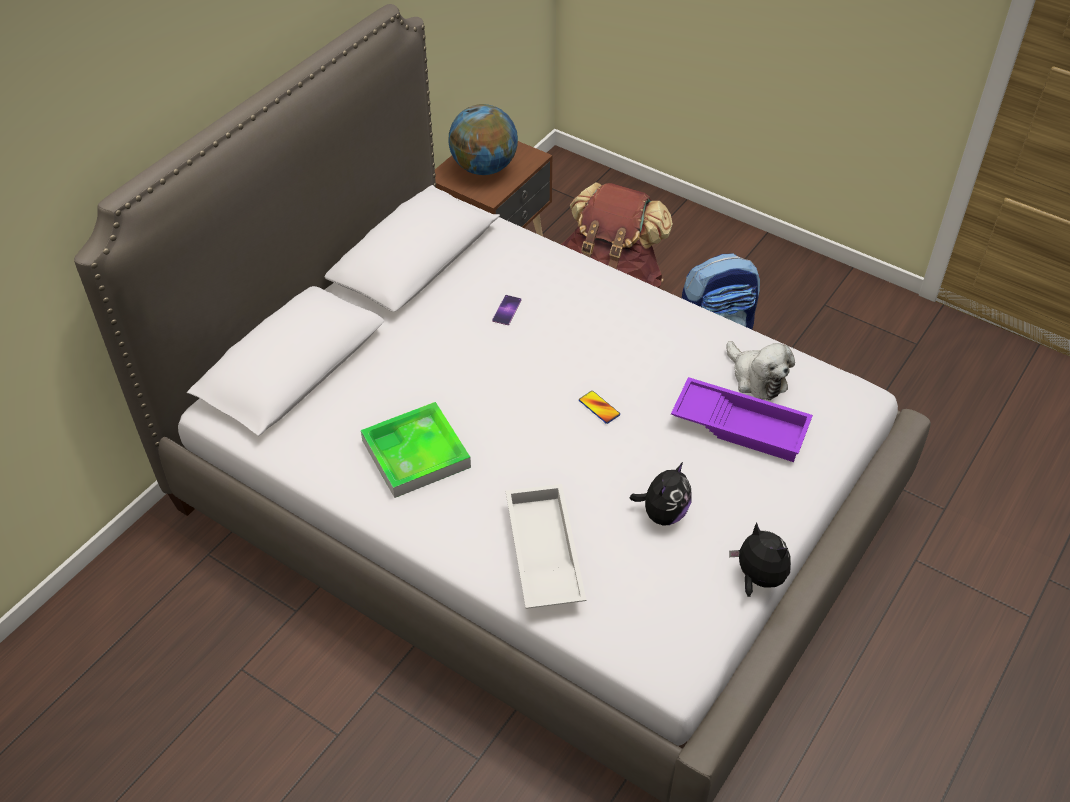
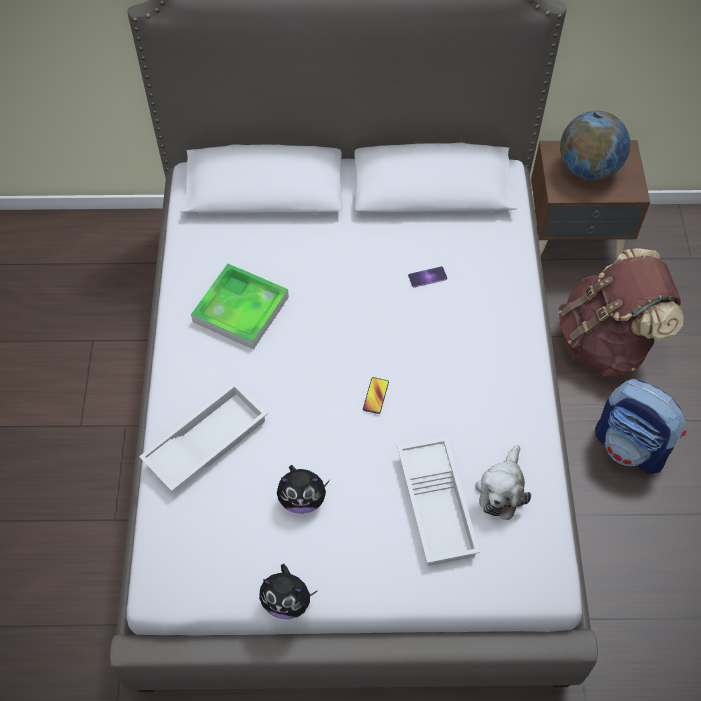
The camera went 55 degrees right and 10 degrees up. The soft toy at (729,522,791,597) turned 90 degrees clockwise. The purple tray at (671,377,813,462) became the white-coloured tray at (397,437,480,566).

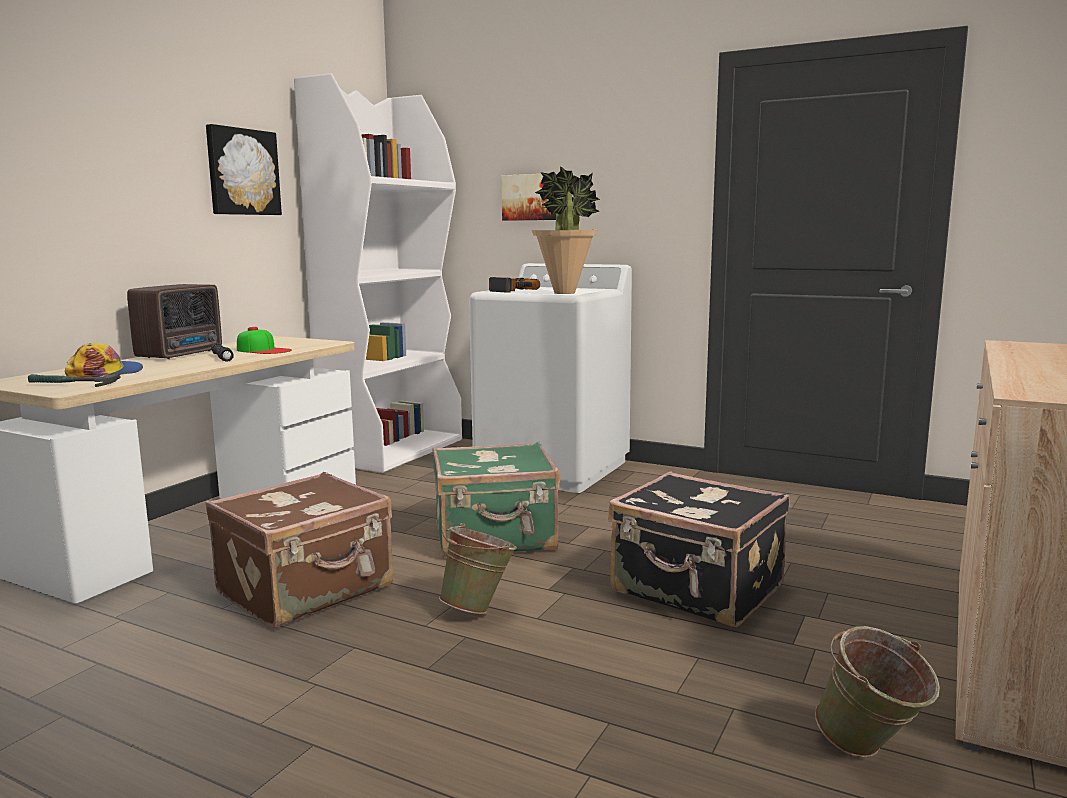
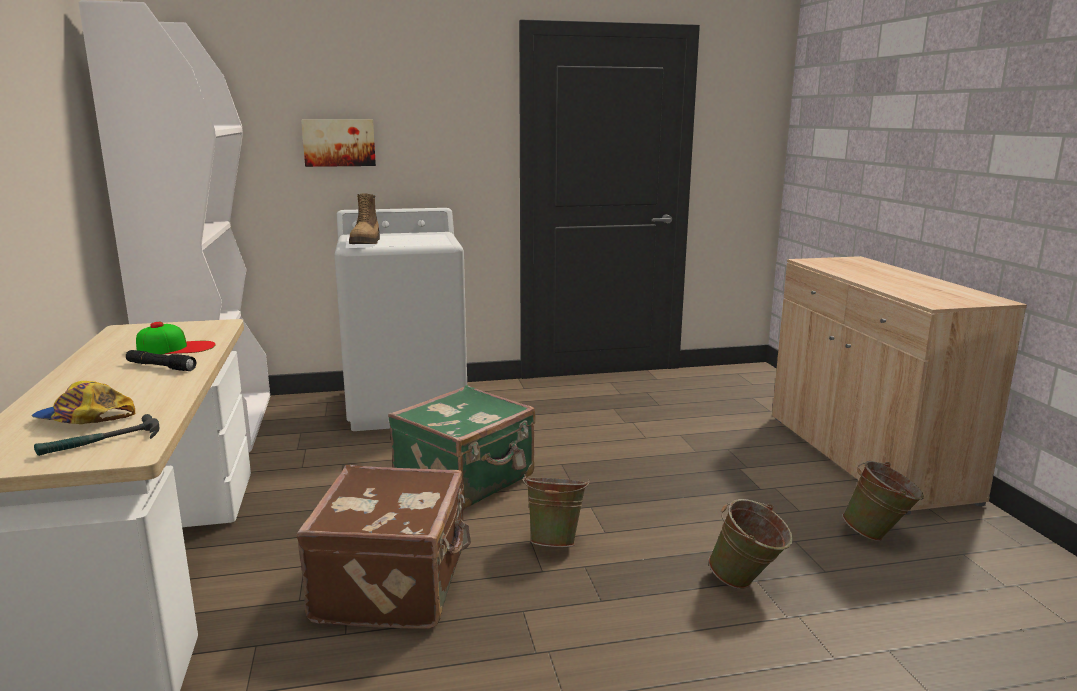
The camera went 40 degrees left and 5 degrees up. The baseball cap at (65,343,143,377) turned 90 degrees counterclockwise. The power drill at (489,277,540,292) was replaced by the tall boot at (349,193,380,244). The greenish water bucket at (708,499,793,589) appeared. The radio receiver at (127,284,222,359) disappeared. The wall art at (206,124,282,215) disappeared. The houseplant at (532,166,600,294) disappeared. The black suitcase at (608,472,790,627) disappeared.

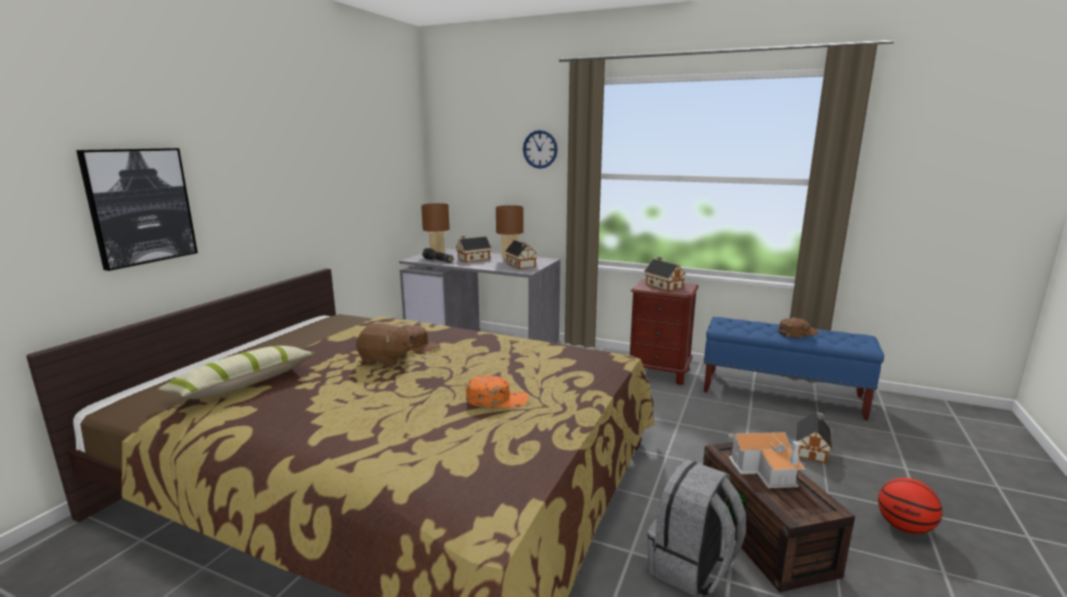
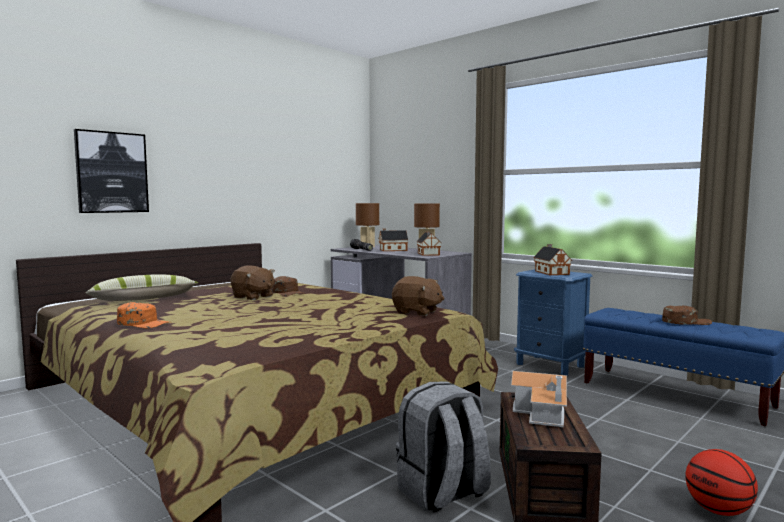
The camera went 20 degrees right and 10 degrees down. The orangey baseball cap moved from (466,375,529,408) to (117,302,169,328). The brown soft toy at (392,276,445,316) appeared. The brown night table at (630,279,699,385) became the blue night table at (514,269,593,376). The hanging clock at (523,130,558,169) disappeared. The miniature house at (797,412,832,464) disappeared.

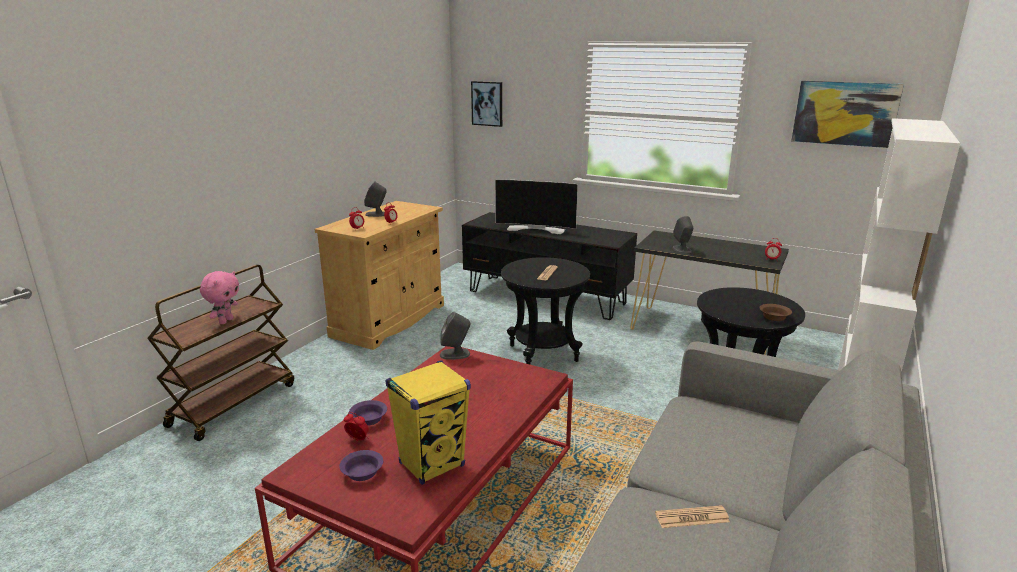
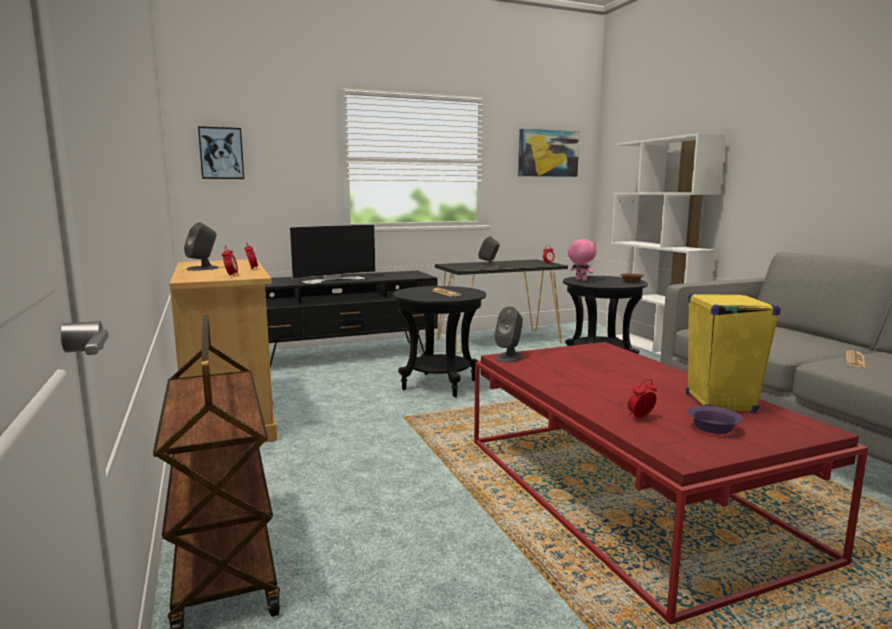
The camera went 50 degrees left and 10 degrees down. The pink soft toy moved from (200,271,239,324) to (568,239,597,281). The purple serving bowl at (349,400,387,426) disappeared.

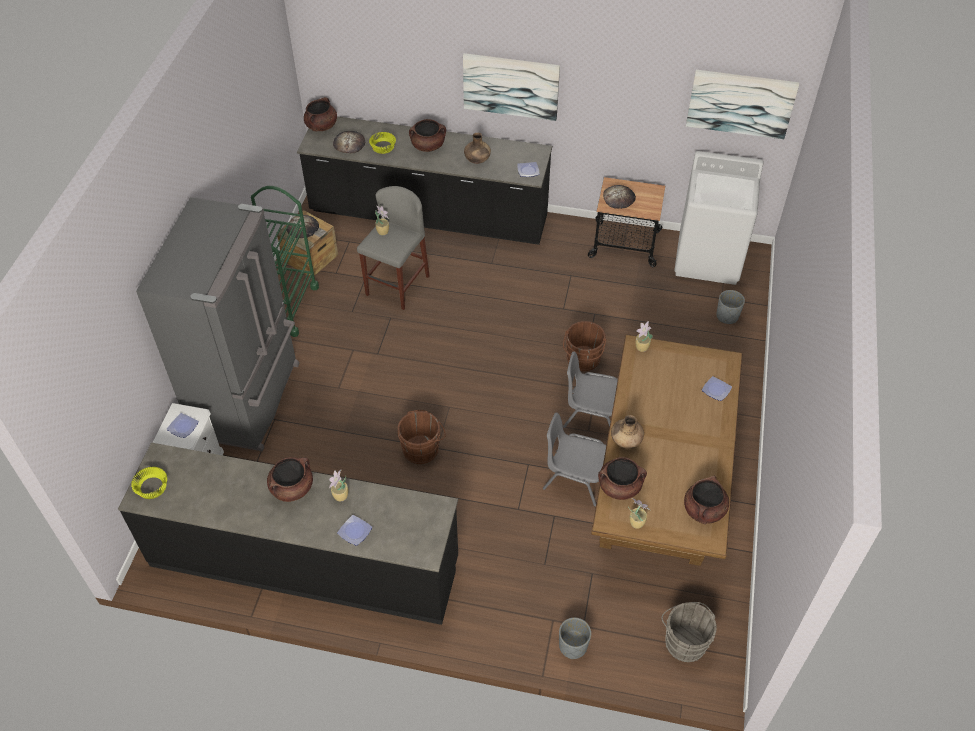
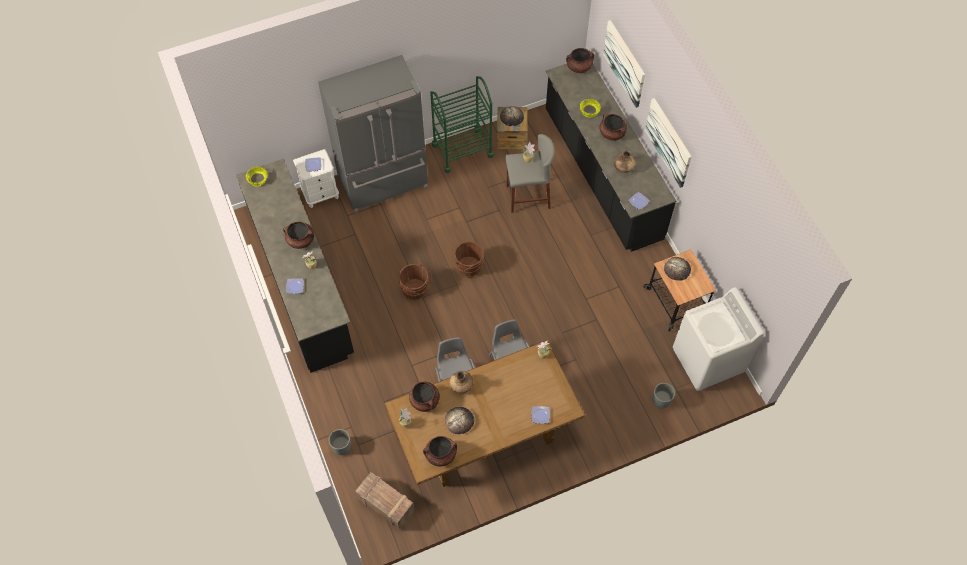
The camera went 55 degrees right and 10 degrees up. The greyish water bucket at (661,602,717,662) was replaced by the crate at (355,472,415,530). The baked bread moved from (333,131,365,153) to (445,407,474,434). The brown water bucket moved from (563,321,606,371) to (451,241,484,277). The wall art moved from (686,70,799,139) to (603,20,645,108).

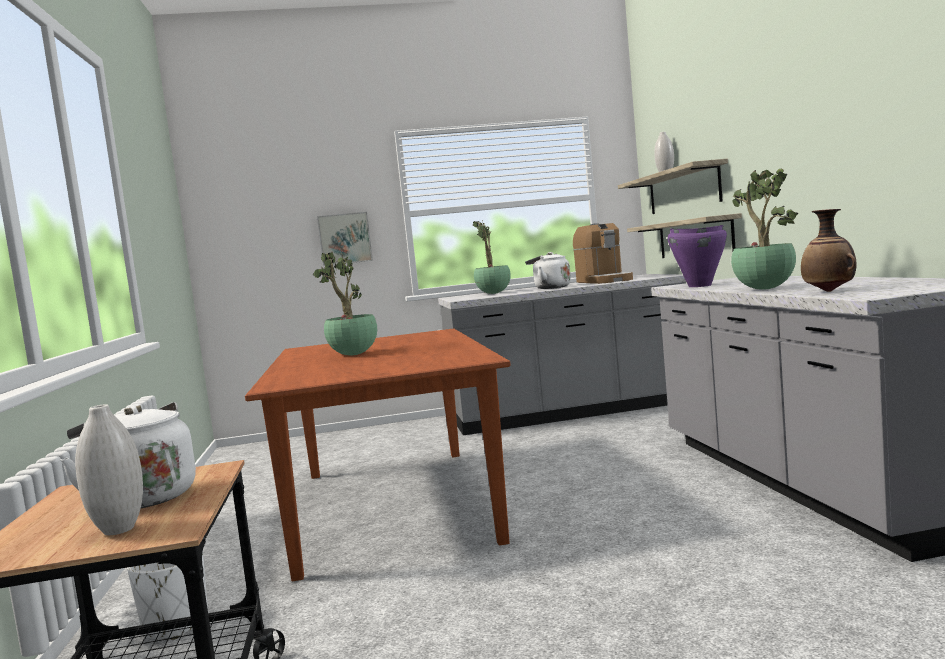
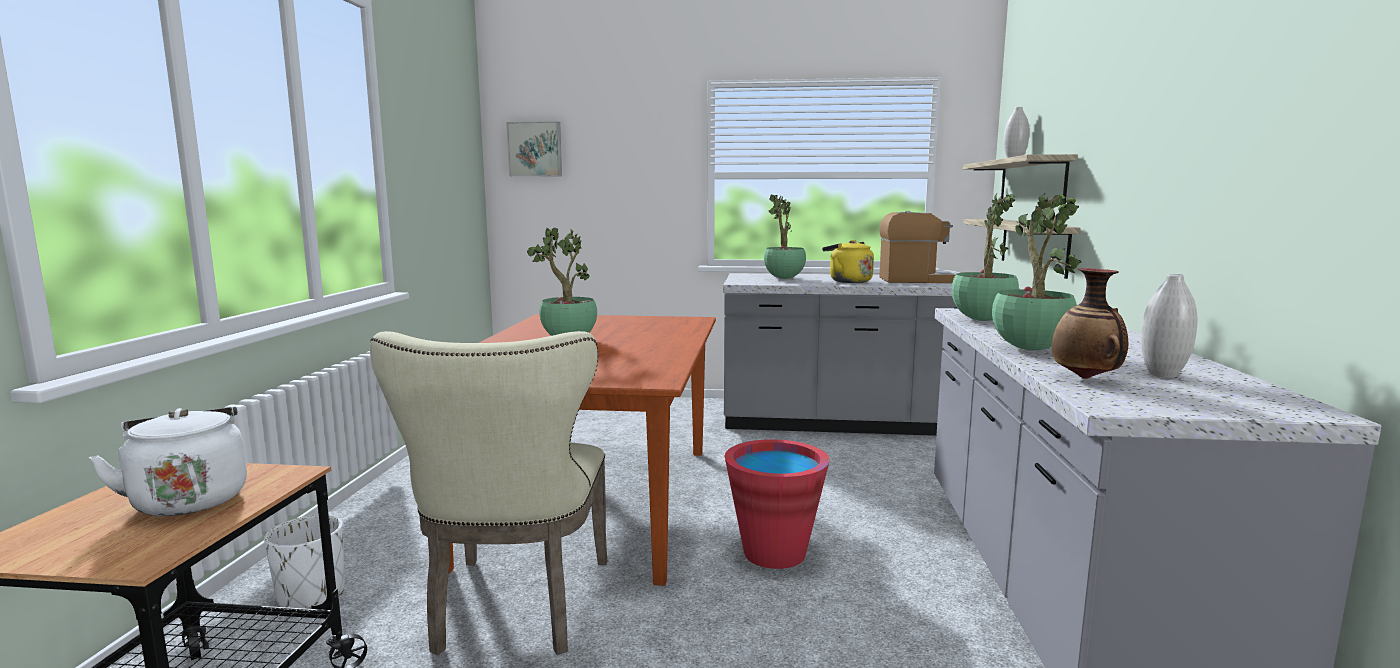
The camera went 15 degrees right and 5 degrees up. The beige plain chair at (370,331,607,655) appeared. The wall art moved from (317,212,373,266) to (506,122,562,176). The red water bucket at (725,439,830,569) appeared. The white-coloured tea kettle at (525,252,571,289) became the yellow tea kettle at (822,240,874,283). The coffee maker at (573,223,633,284) turned 90 degrees counterclockwise. The purple saucepot at (668,225,727,287) was replaced by the houseplant at (951,194,1019,321). The white-coloured vase moved from (75,404,143,535) to (1141,274,1198,378).

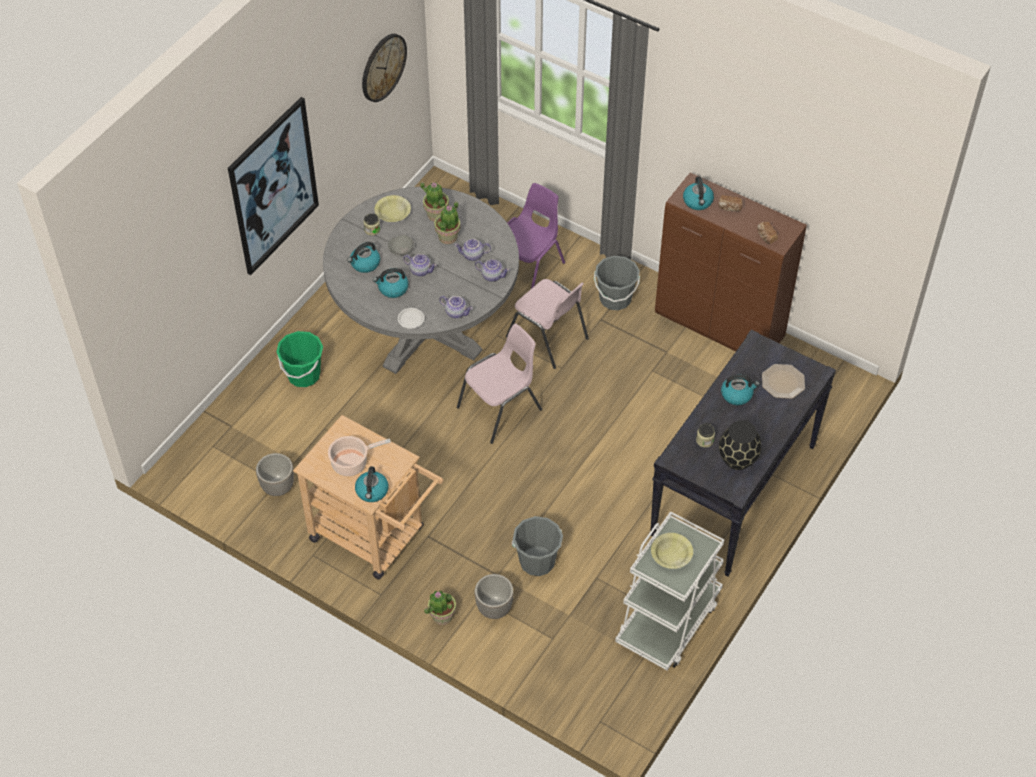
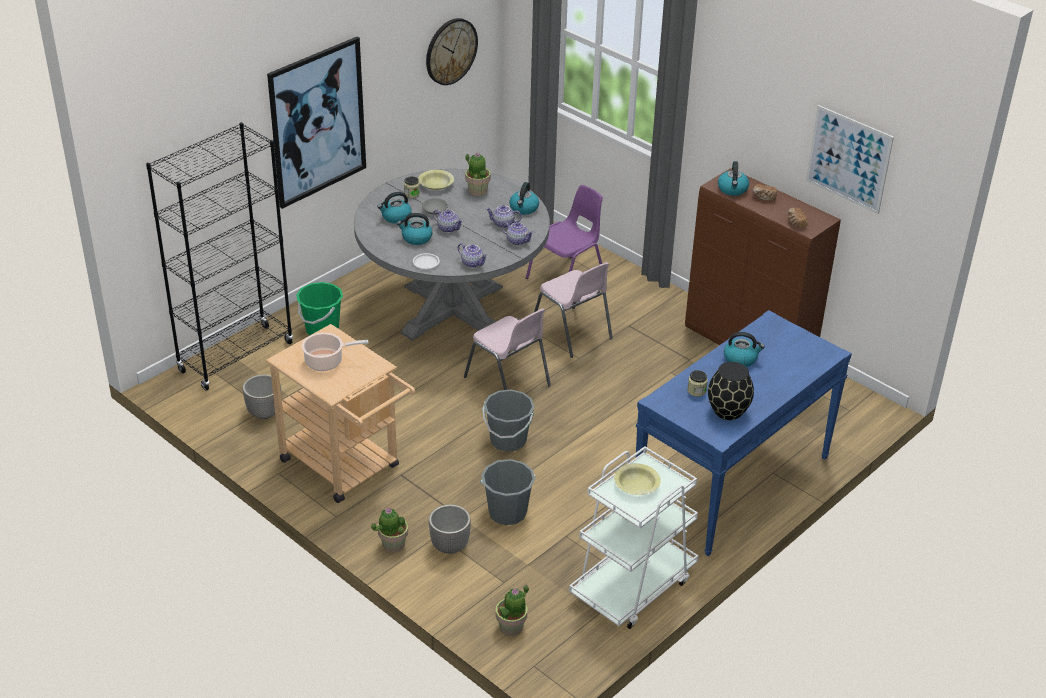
The camera went 10 degrees right and 15 degrees down. The black shelving unit at (146,122,293,391) appeared. The pink plain chair at (457,324,542,444) turned 75 degrees clockwise. The greyish water bucket moved from (594,256,640,310) to (482,390,535,452). The houseplant moved from (434,201,461,244) to (496,585,529,636). The tea kettle moved from (355,467,389,502) to (509,182,539,215). The black narrow table at (650,329,836,576) became the blue narrow table at (636,310,852,556). The wall art at (806,105,894,214) appeared. The plate at (762,364,805,399) disappeared.

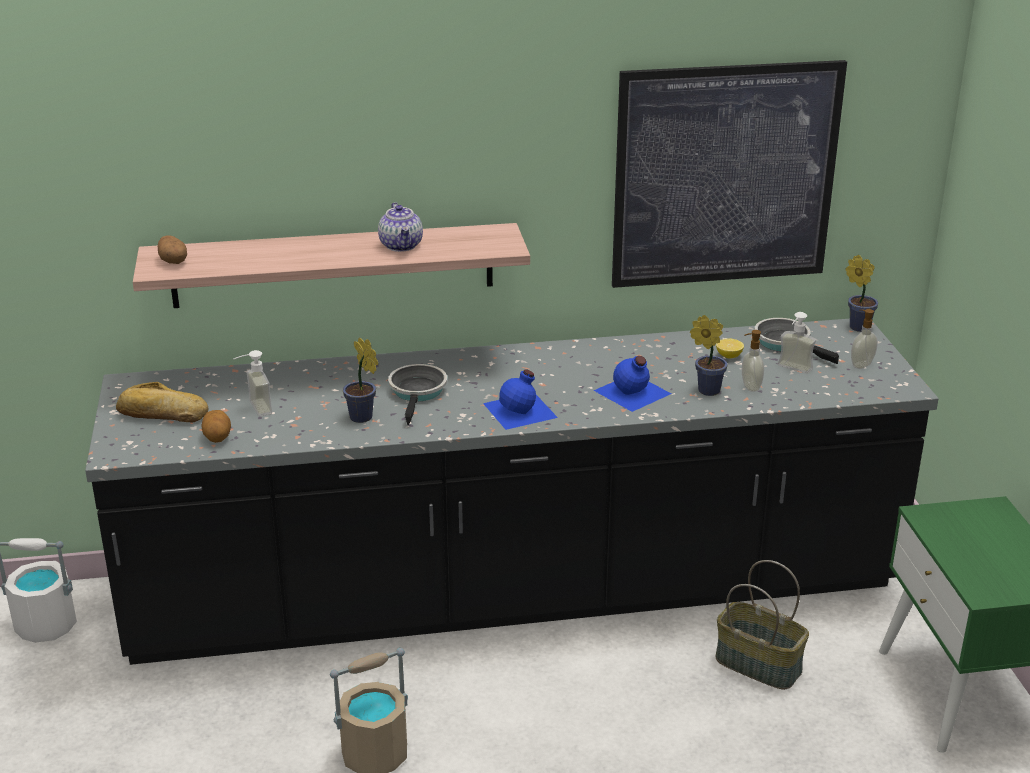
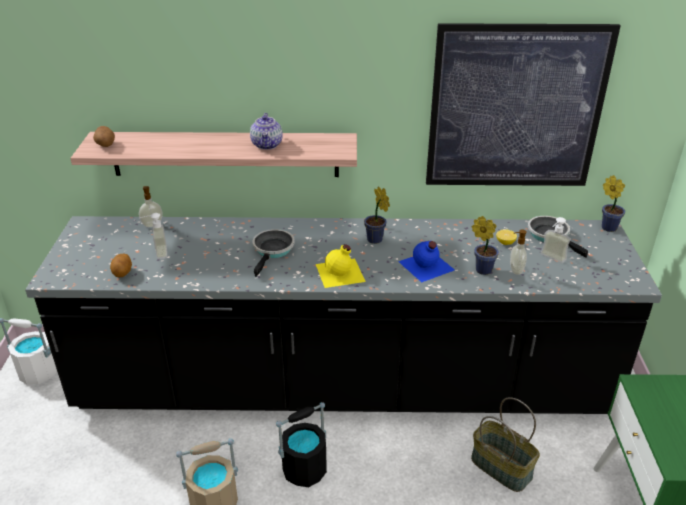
The camera went 10 degrees right and 5 degrees up. The liquid soap bottle moved from (851,309,878,369) to (139,186,162,227). The black water bucket at (276,402,327,487) appeared. The blue bottle at (483,369,558,430) became the yellow bottle at (316,244,366,288). The houseplant moved from (343,338,378,423) to (364,186,390,244). The baked bread at (116,382,209,422) disappeared.

